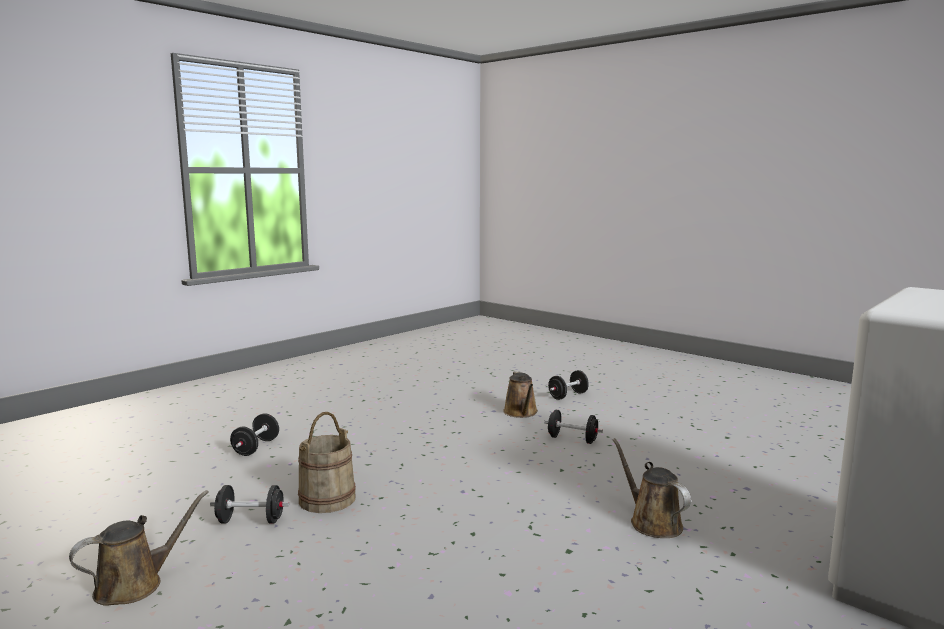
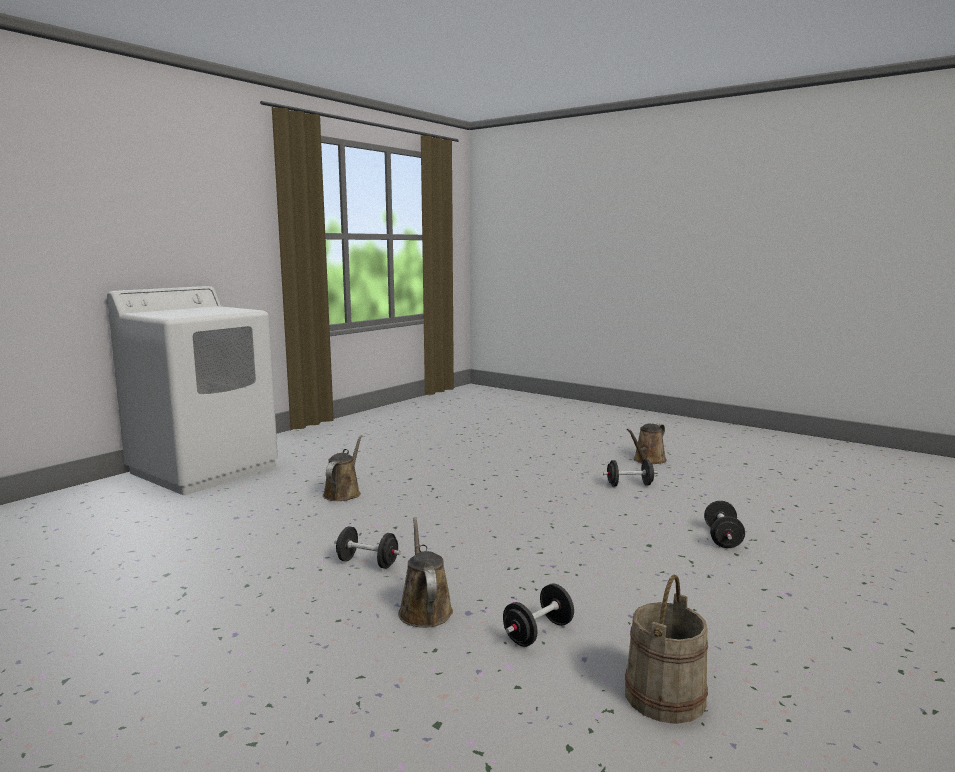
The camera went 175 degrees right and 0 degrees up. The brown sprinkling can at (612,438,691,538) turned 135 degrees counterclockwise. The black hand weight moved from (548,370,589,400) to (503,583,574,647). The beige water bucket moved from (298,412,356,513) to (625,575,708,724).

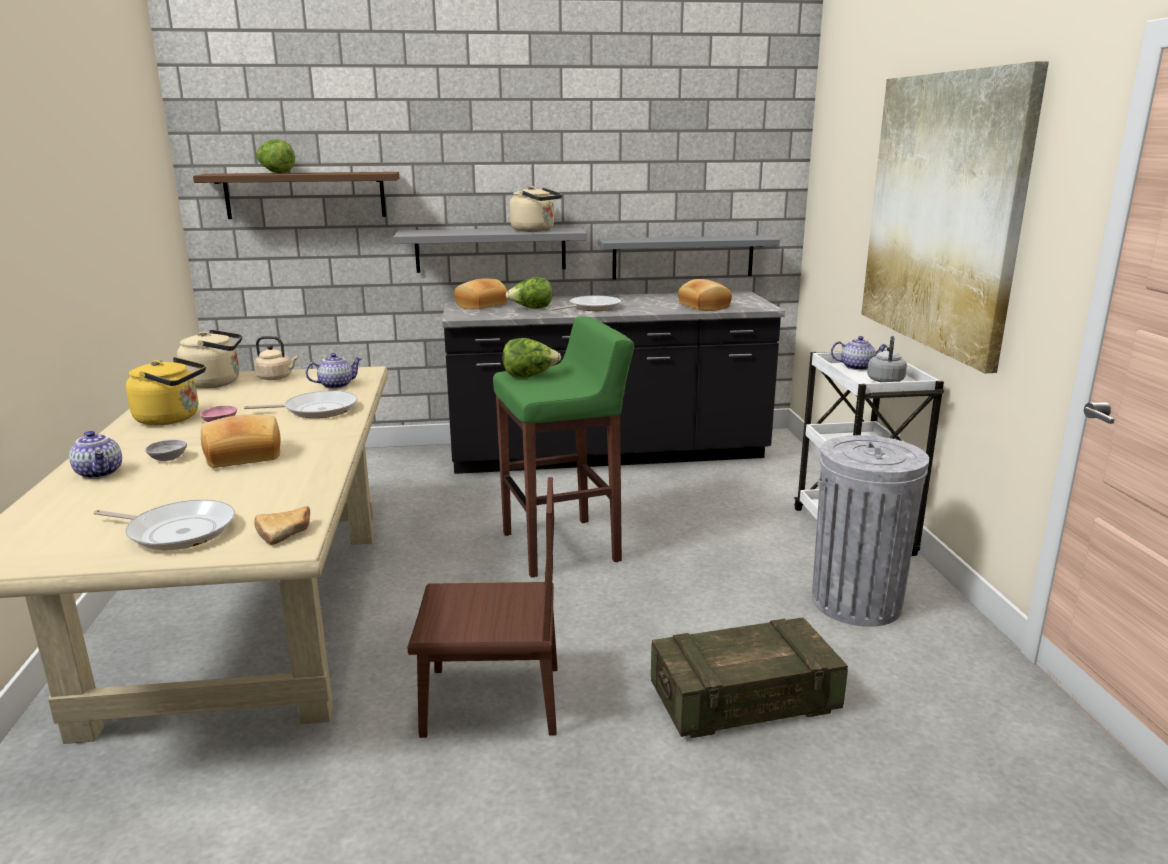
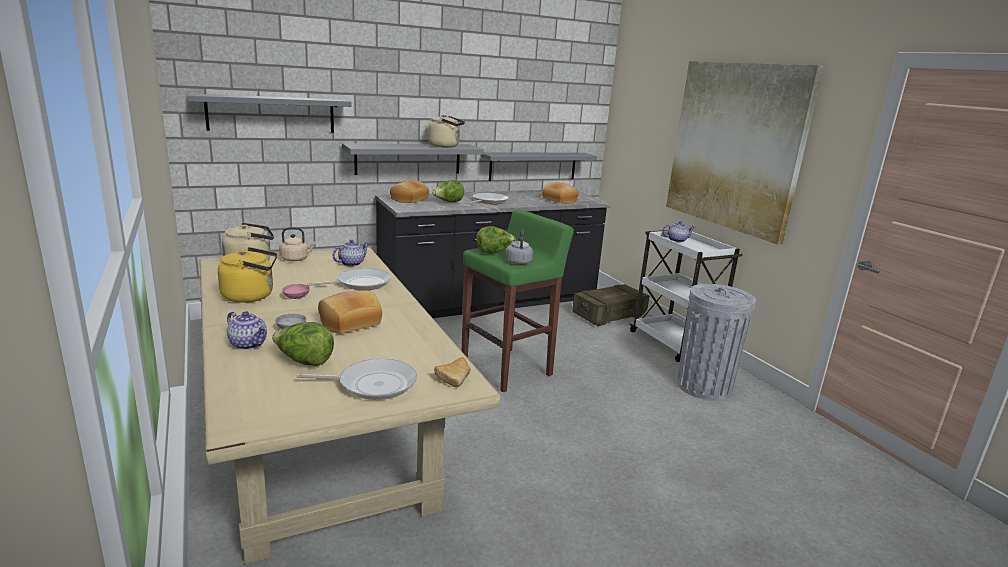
The camera went 20 degrees left and 0 degrees up. The brown shelf at (193,172,399,219) became the greyish shelf at (188,93,351,133). The lettuce moved from (256,139,295,174) to (272,322,334,366). The greyish tea kettle moved from (867,336,907,382) to (506,230,533,265). The crate moved from (651,617,848,738) to (572,284,649,326). The brown plain chair at (407,477,557,738) disappeared.

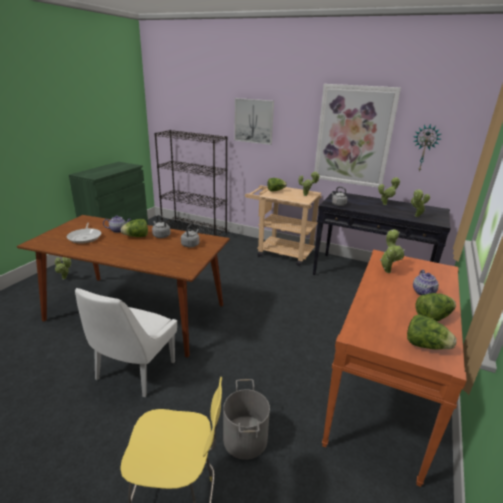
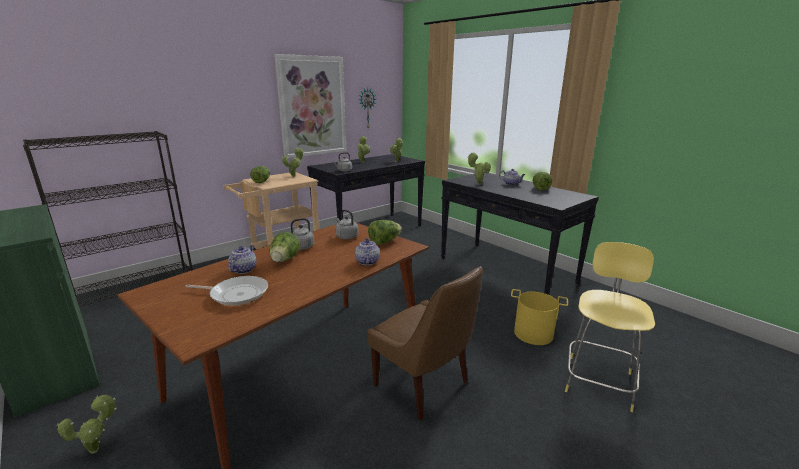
The camera went 65 degrees left and 5 degrees down. The pot for tea at (355,238,380,265) appeared. The white-coloured plain chair at (75,288,177,397) became the brown plain chair at (367,266,483,420). The lettuce moved from (407,314,457,350) to (368,220,402,244). The orangey narrow table at (322,249,467,487) became the black narrow table at (441,173,599,295). The greyish water bucket at (223,379,270,460) became the yellow water bucket at (511,289,568,345). The wall art at (234,98,274,145) disappeared.

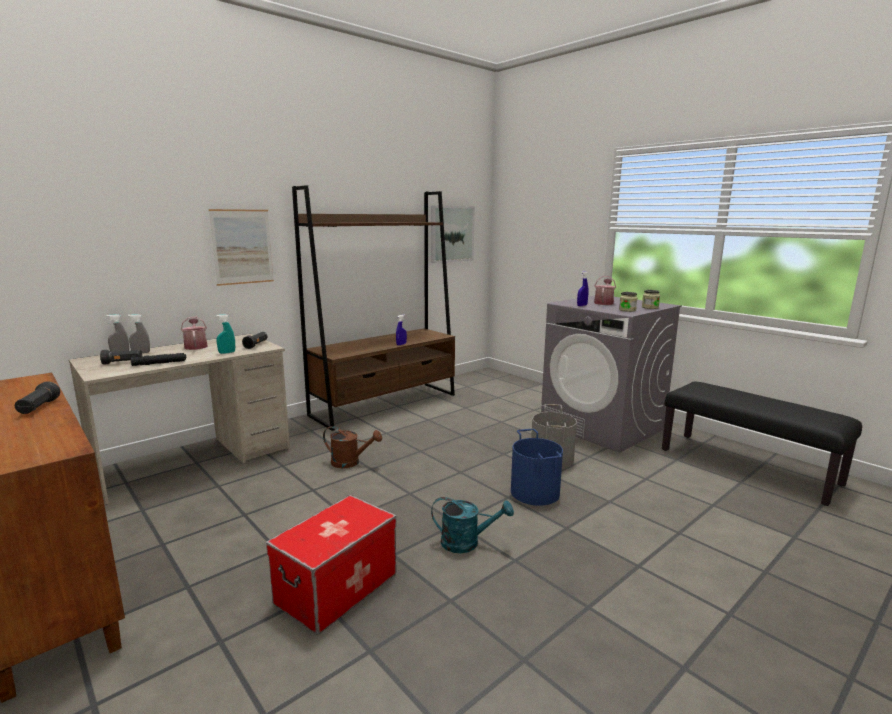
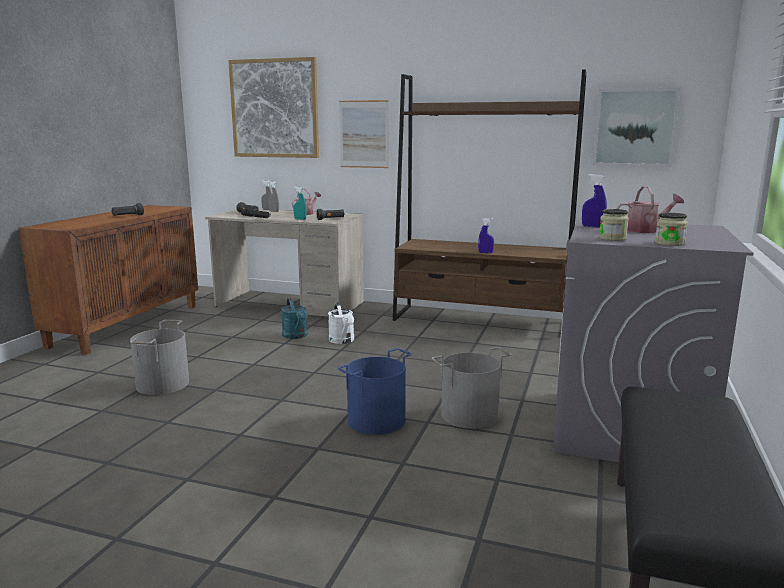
The camera went 60 degrees right and 0 degrees up. The storage box at (266,495,396,635) was replaced by the greyish water bucket at (130,320,189,395). The wall art at (228,57,319,158) appeared. The blue-green sprinkling can moved from (431,497,514,553) to (281,298,308,339). The brown sprinkling can at (323,426,382,468) became the white-coloured sprinkling can at (328,302,354,344).

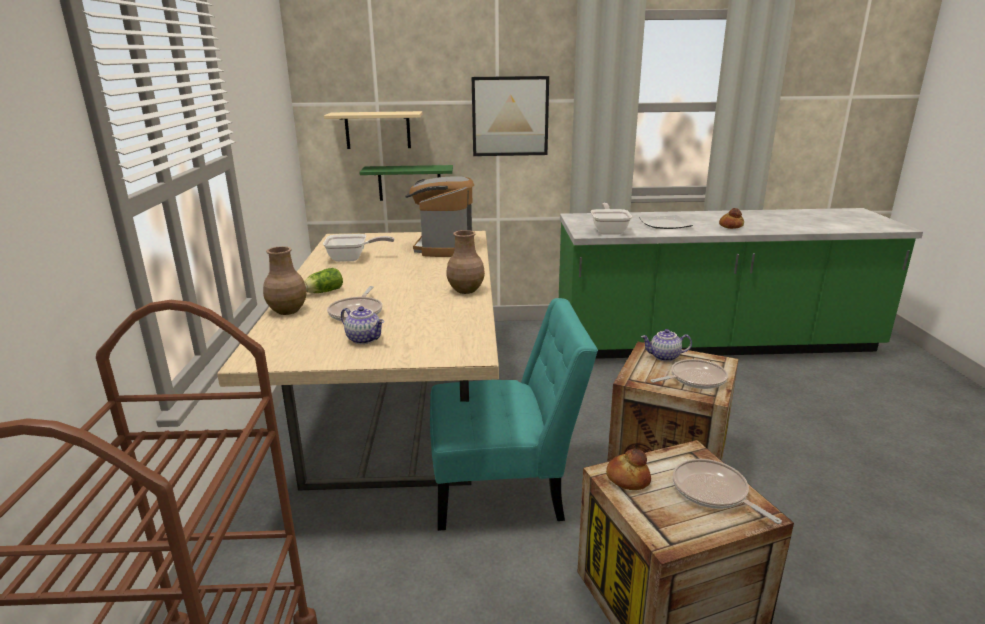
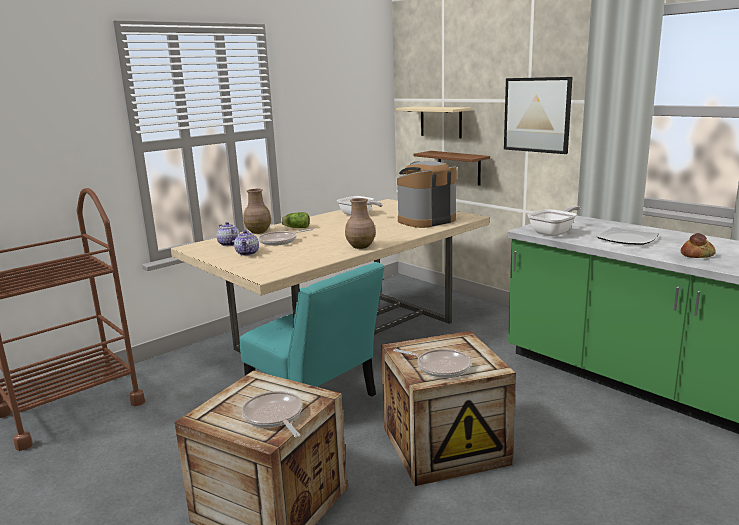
The camera went 50 degrees right and 5 degrees down. The pot for tea moved from (641,329,692,362) to (216,222,240,246). The pan at (673,459,782,524) turned 45 degrees counterclockwise. The greenish shelf at (359,165,453,201) became the brown shelf at (414,151,490,186). The baked bread at (606,449,651,490) disappeared.

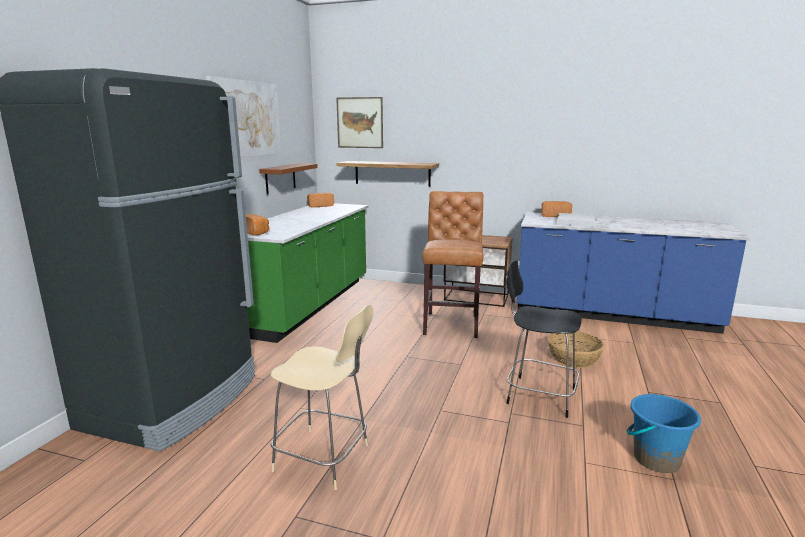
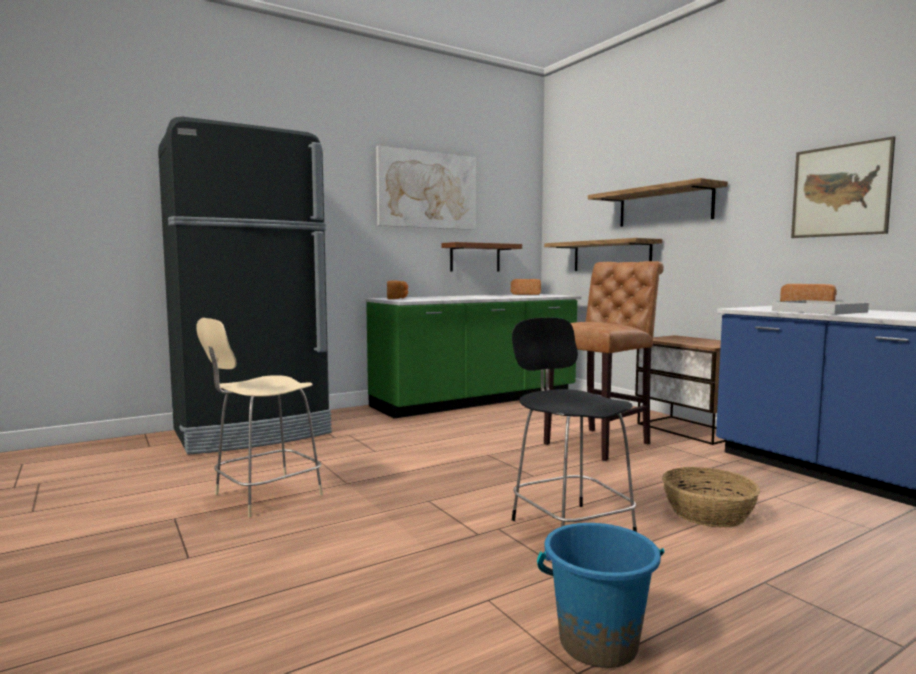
The camera went 40 degrees right and 10 degrees down. The beige plain chair at (271,305,374,490) turned 75 degrees clockwise. The shelf at (588,178,728,227) appeared. The wall art moved from (336,97,383,148) to (791,136,895,238).

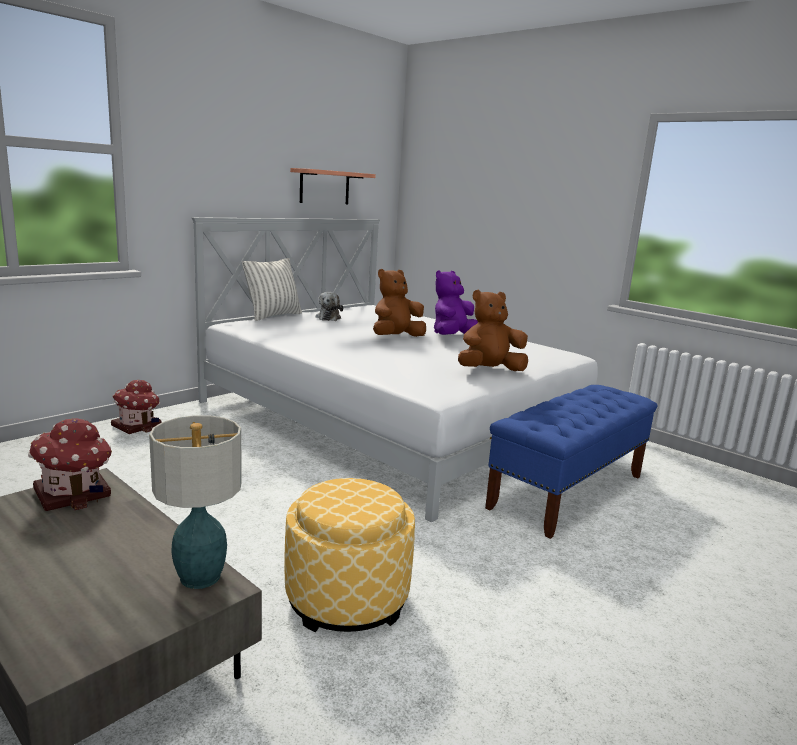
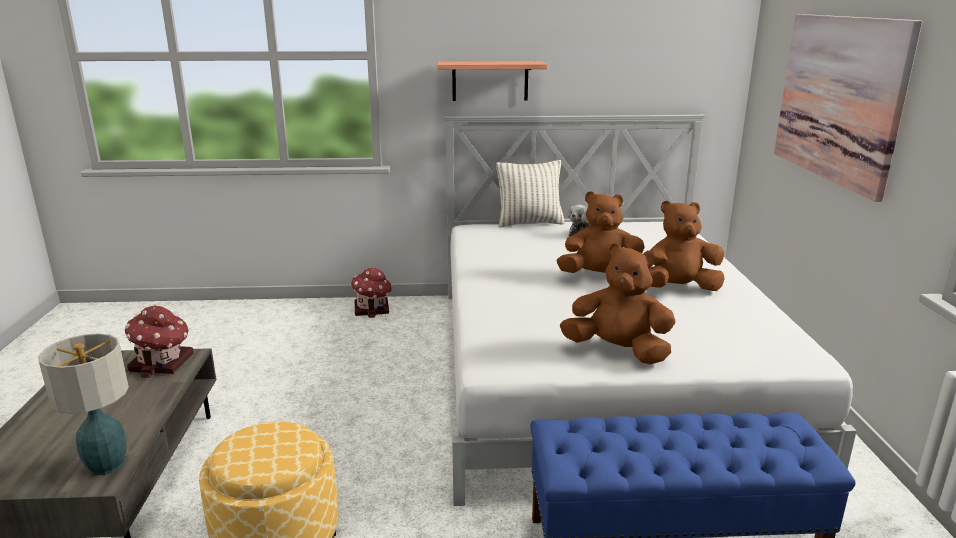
The camera went 45 degrees right and 5 degrees up. The shelf moved from (290,168,376,204) to (437,61,547,101). The purple soft toy at (434,270,478,335) became the brown soft toy at (649,200,725,291). The wall art at (774,14,922,202) appeared.

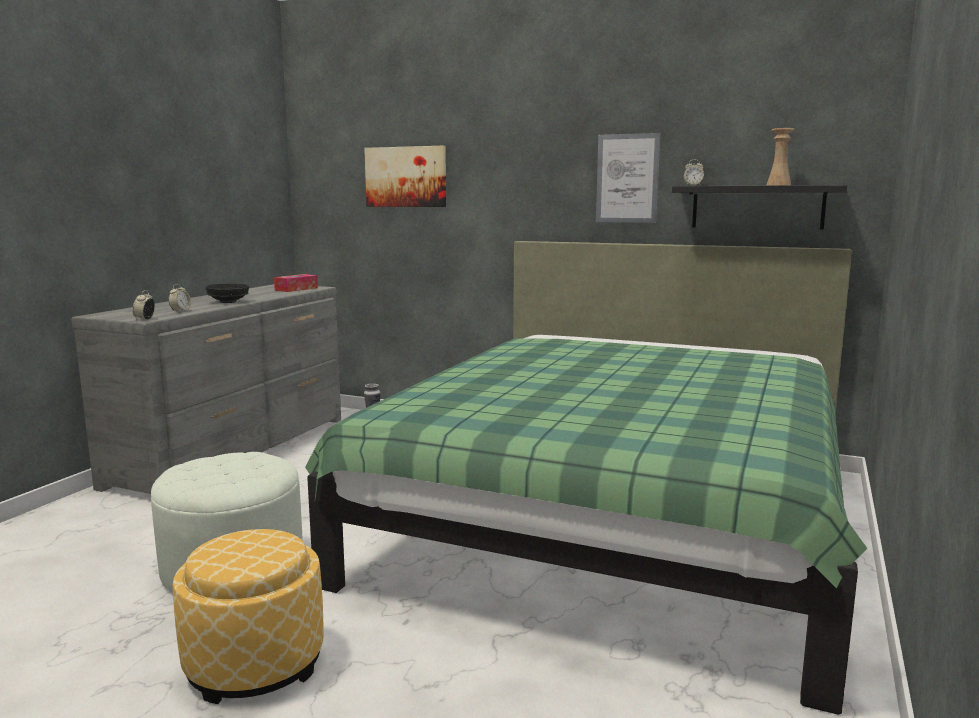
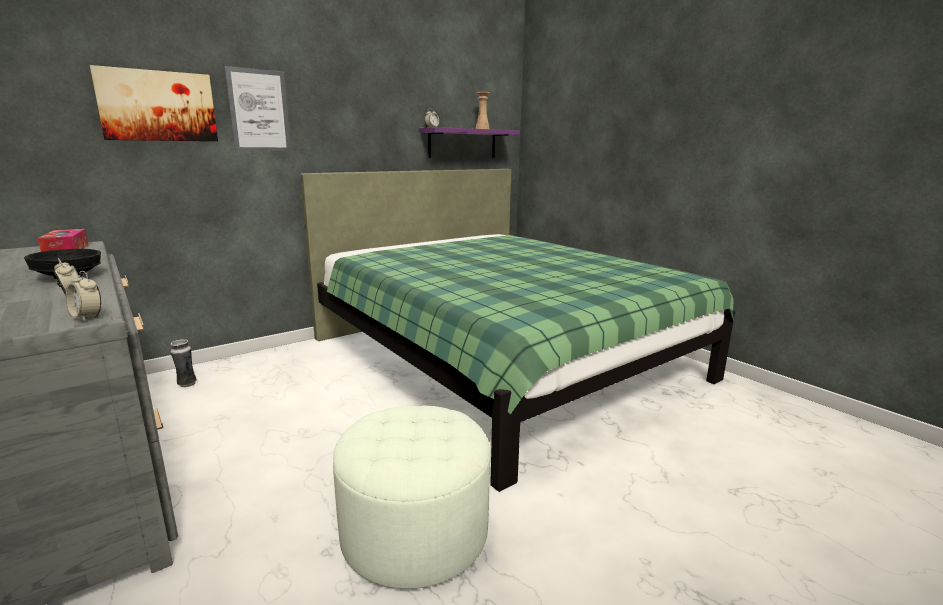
The camera went 60 degrees left and 5 degrees up. The wall art moved from (596,133,660,223) to (225,66,291,152). The black shelf at (672,185,847,229) became the purple shelf at (419,127,520,158). The pouffe at (173,529,324,704) disappeared.

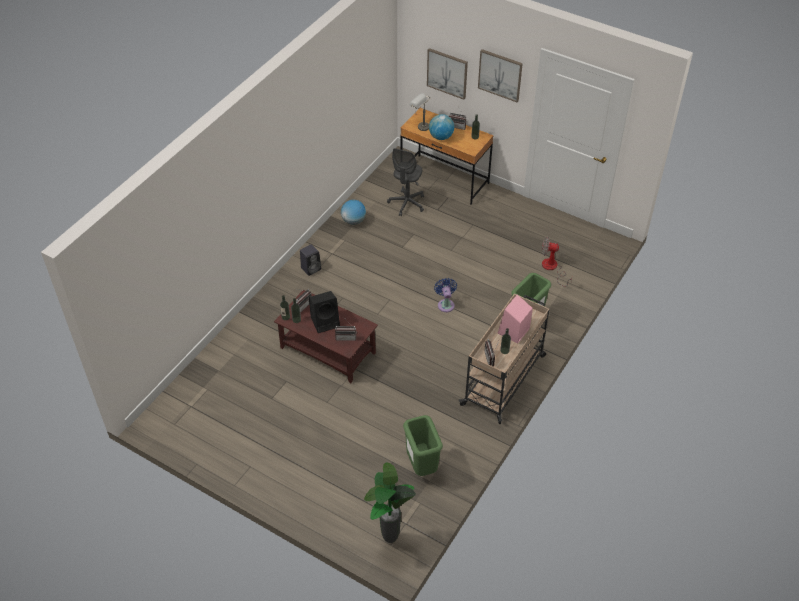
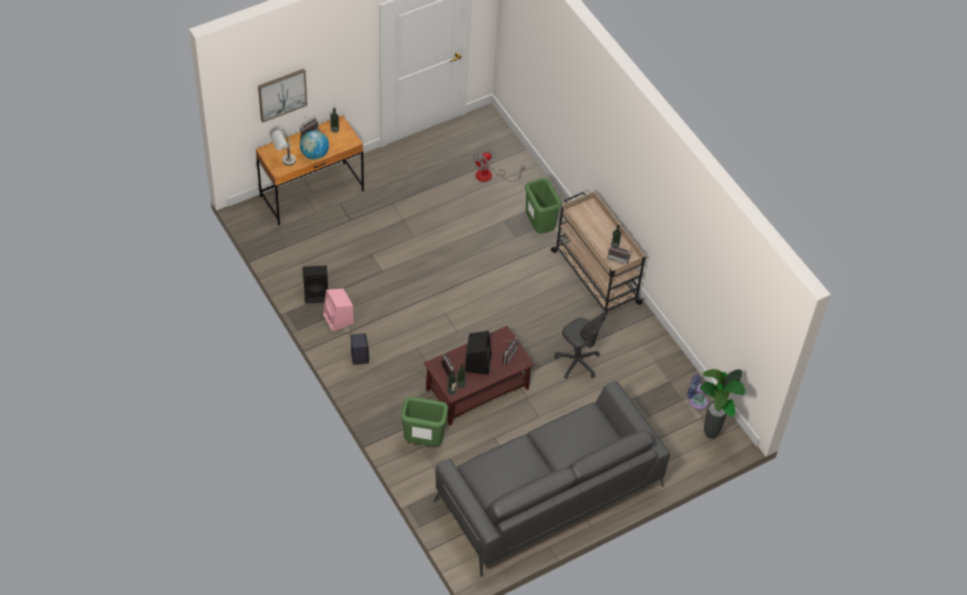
The camera went 65 degrees left and 5 degrees up. The desk globe at (341,200,366,225) was replaced by the black speaker at (303,265,328,304). The pink speaker moved from (498,295,533,343) to (323,289,354,332). The greenish trash can moved from (403,415,443,476) to (401,396,448,446). The greyish settee at (433,381,670,577) appeared. The greyish office chair moved from (387,148,424,216) to (554,310,606,379). The blue electric fan moved from (434,278,457,312) to (687,374,708,410). The wall art at (478,49,523,102) disappeared.

